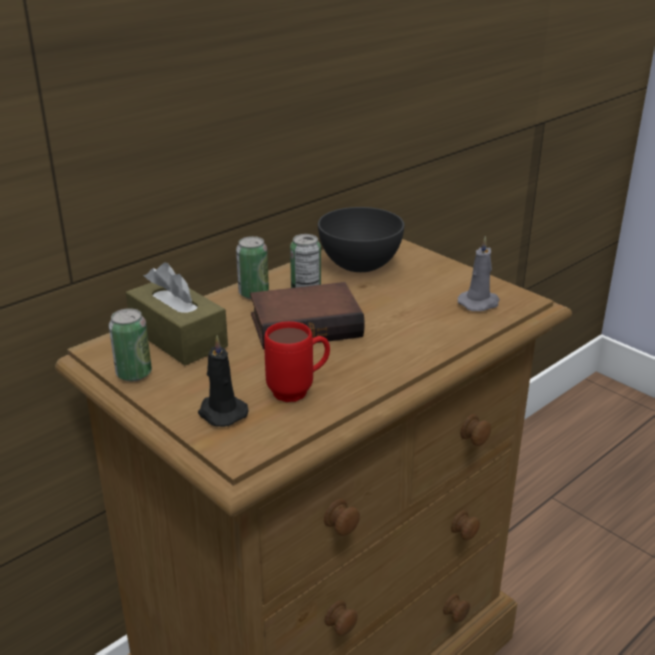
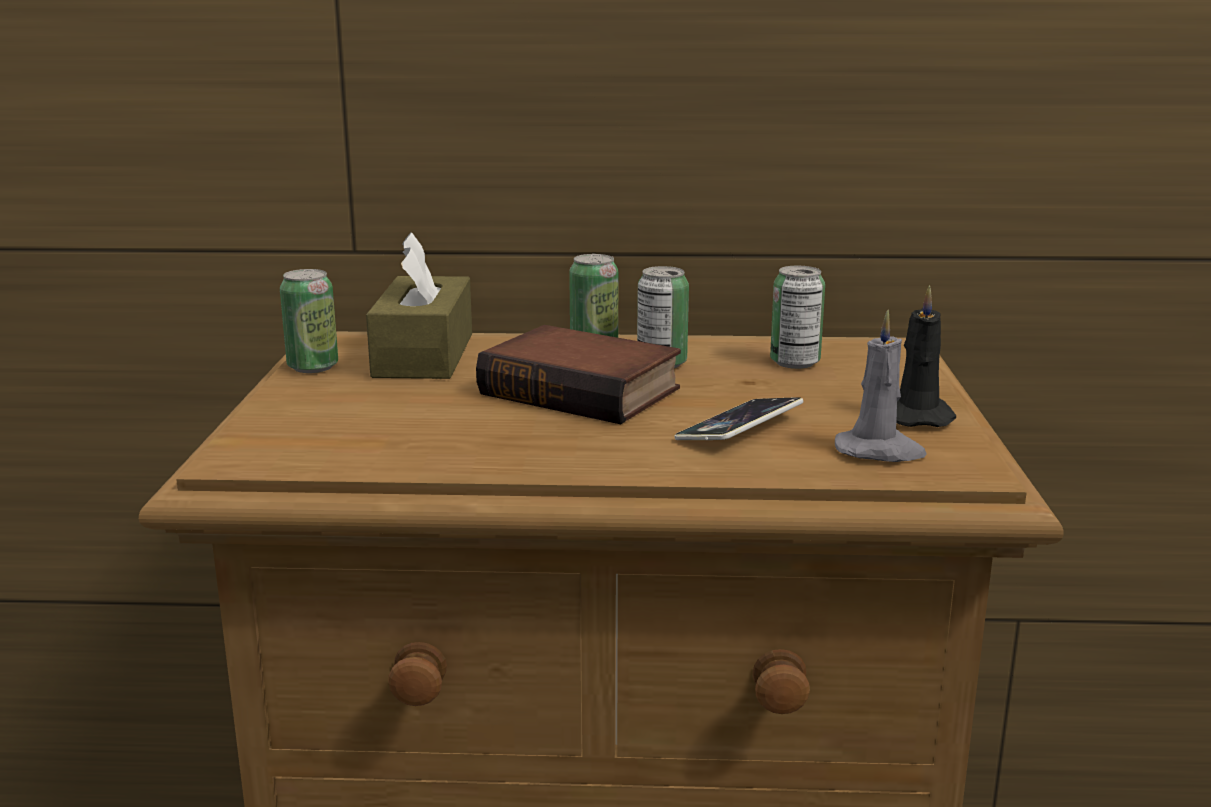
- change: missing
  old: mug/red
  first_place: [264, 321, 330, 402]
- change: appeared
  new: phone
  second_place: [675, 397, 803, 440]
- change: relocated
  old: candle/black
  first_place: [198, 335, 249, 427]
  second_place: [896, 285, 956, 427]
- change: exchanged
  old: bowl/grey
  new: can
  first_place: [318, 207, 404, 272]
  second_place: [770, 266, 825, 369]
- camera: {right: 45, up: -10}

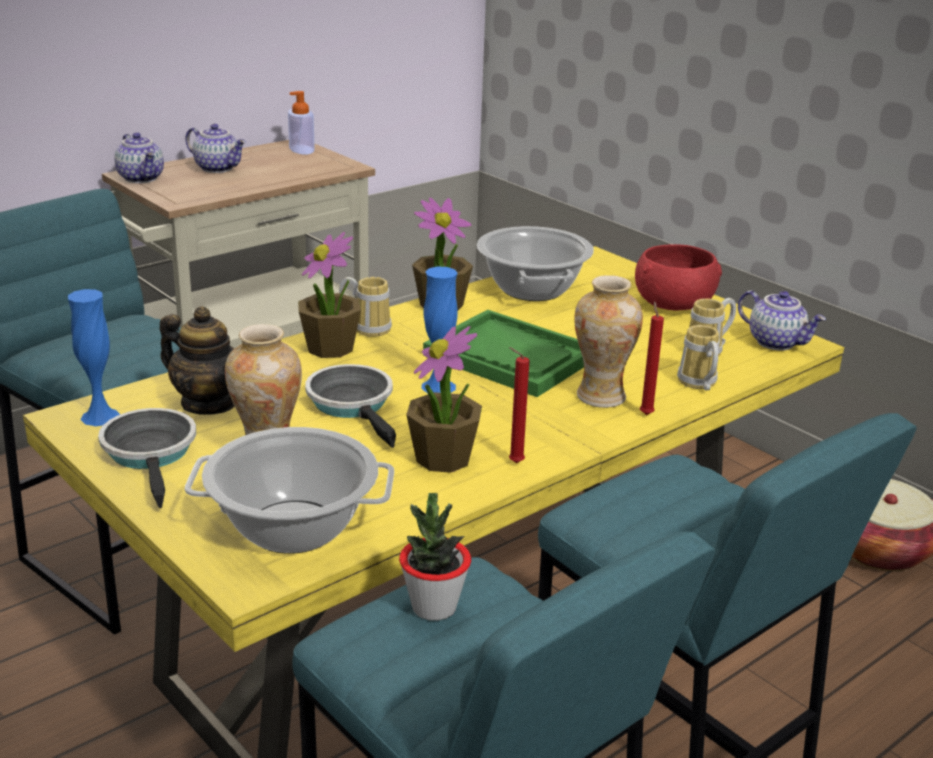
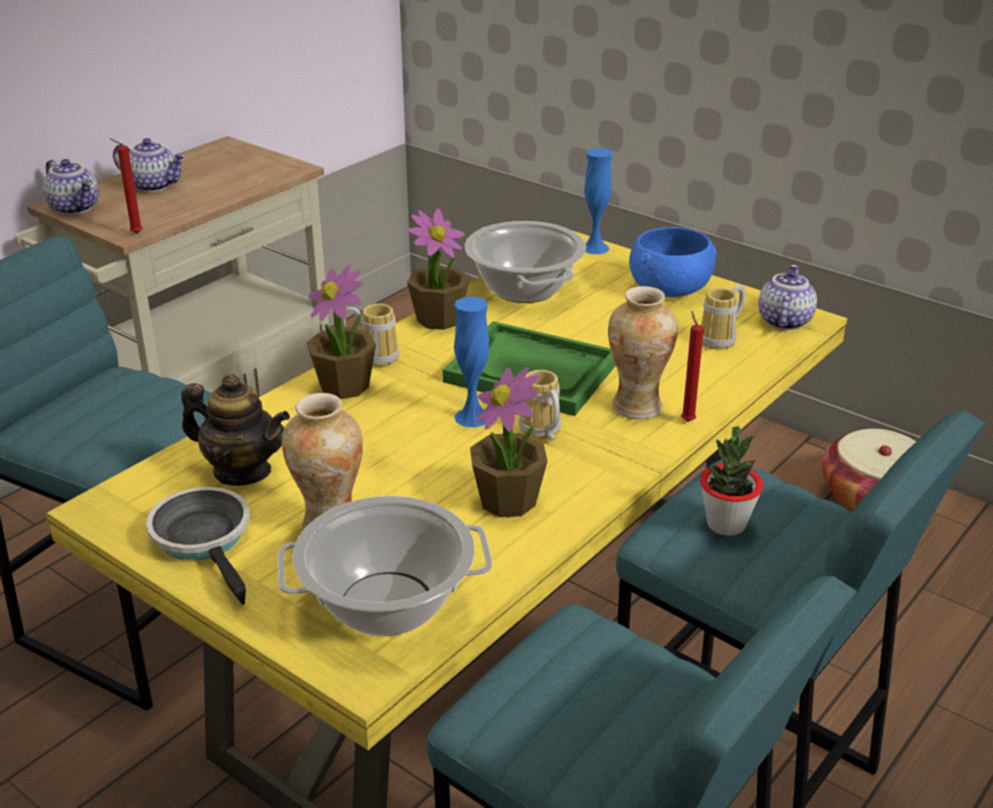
- change: missing
  old: soap dispenser
  first_place: [288, 91, 315, 155]
- change: missing
  old: frying pan
  first_place: [305, 364, 396, 448]
- change: relocated
  old: vase/blue
  first_place: [68, 289, 120, 426]
  second_place: [584, 148, 612, 254]
- change: relocated
  old: potted plant
  first_place: [399, 493, 471, 621]
  second_place: [700, 426, 763, 536]
- change: relocated
  old: candle/red
  first_place: [509, 347, 530, 463]
  second_place: [110, 138, 143, 234]
- change: relocated
  old: mug
  first_place: [677, 325, 720, 390]
  second_place: [519, 370, 561, 441]
- change: colour
  old: bowl/red
  new: bowl/blue
  first_place: [635, 244, 722, 311]
  second_place: [629, 227, 717, 297]
- change: spun
  old: teapot
  first_place: [738, 290, 826, 351]
  second_place: [758, 265, 817, 330]
  degrees: -105
- camera: {right: -10, up: 5}

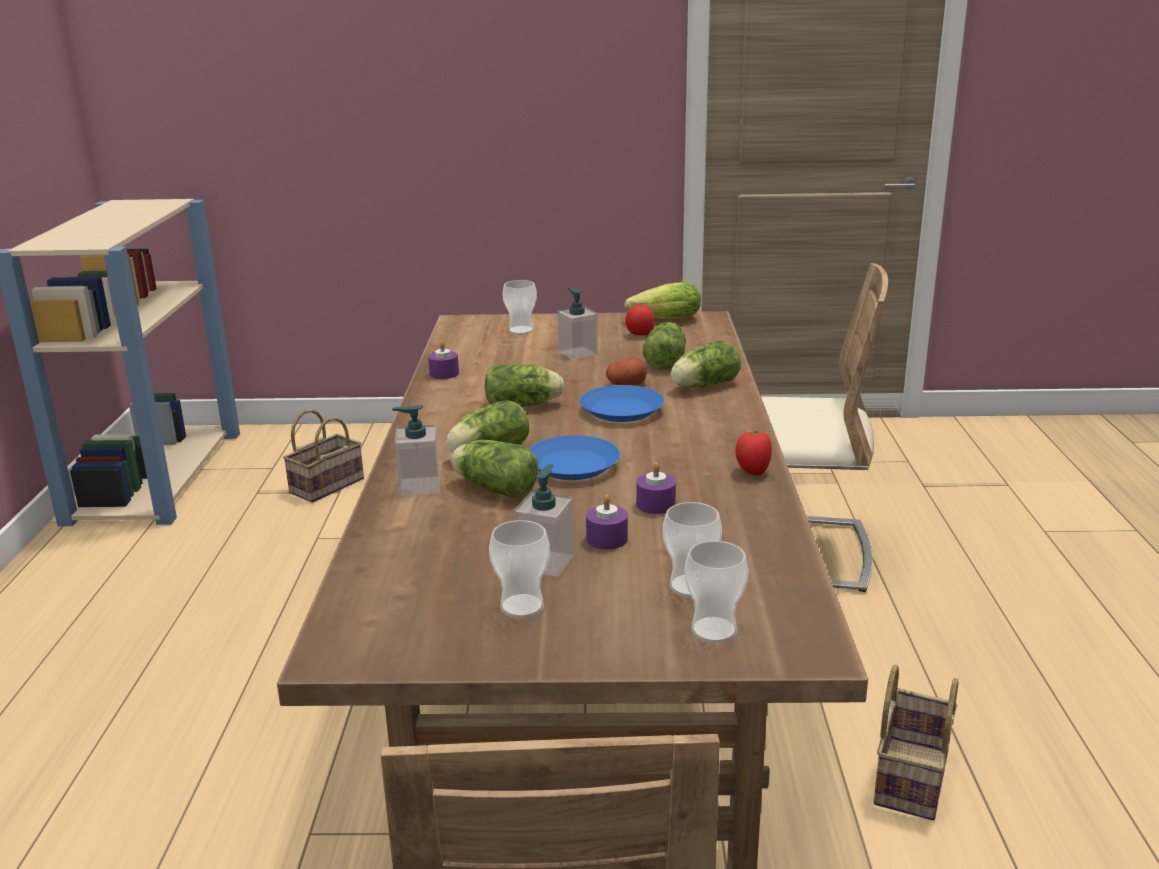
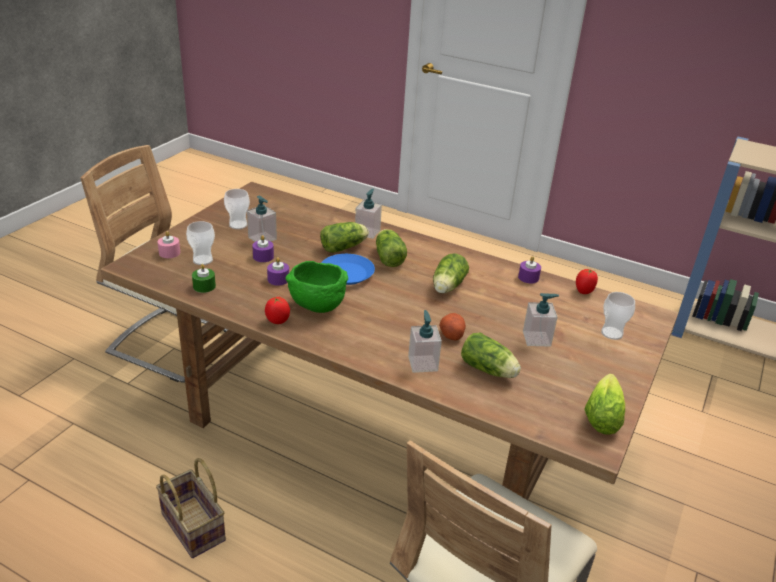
- change: missing
  old: basket
  first_place: [283, 409, 364, 503]
- change: missing
  old: plate/blue
  first_place: [580, 385, 664, 422]
- change: appeared
  new: candle/green
  second_place: [192, 264, 216, 293]
- change: appeared
  new: bowl/green
  second_place: [285, 261, 348, 313]
- change: relocated
  old: tomato
  first_place: [625, 303, 654, 335]
  second_place: [576, 269, 598, 294]
- change: exchanged
  old: lettuce
  new: soap dispenser
  first_place: [670, 341, 741, 387]
  second_place: [408, 310, 442, 373]
- change: exchanged
  old: cup
  new: candle/pink
  first_place: [685, 541, 749, 643]
  second_place: [158, 231, 180, 258]
- camera: {right: 115, up: 10}

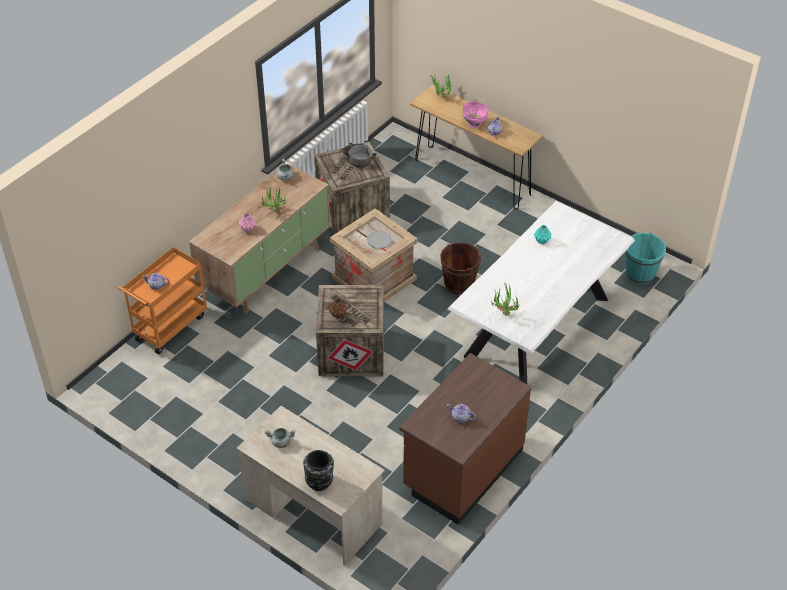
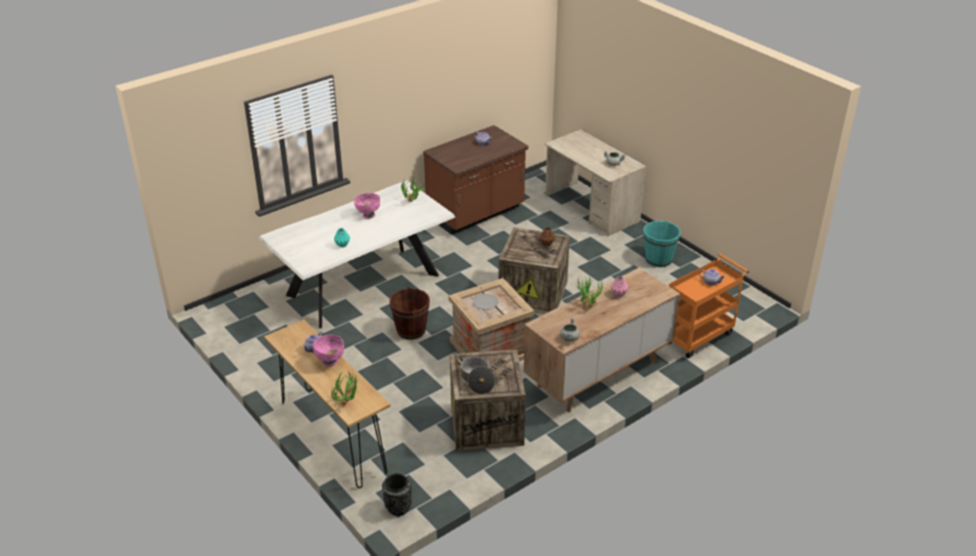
- change: appeared
  new: bowl/pink
  second_place: [354, 193, 380, 219]
- change: relocated
  old: vase/black
  first_place: [303, 450, 334, 491]
  second_place: [382, 473, 412, 516]
- change: relocated
  old: bucket/turquoise
  first_place: [625, 233, 666, 284]
  second_place: [644, 220, 681, 267]
- camera: {right: -165, up: -10}

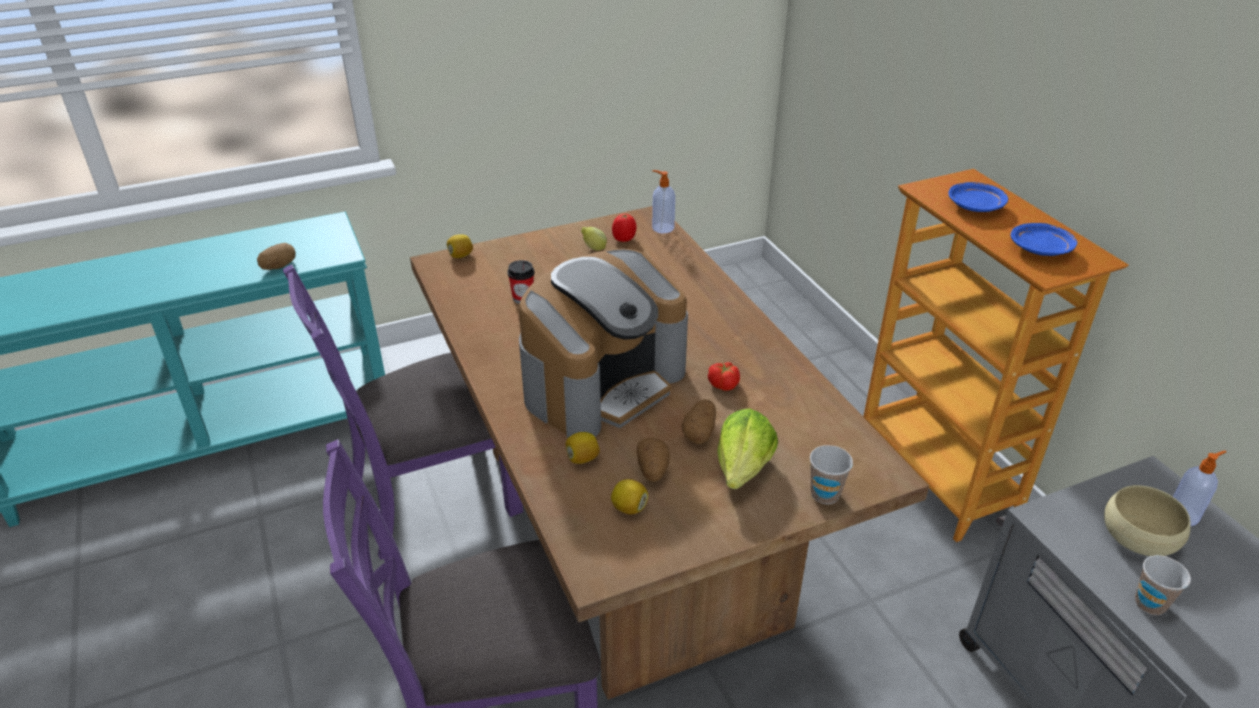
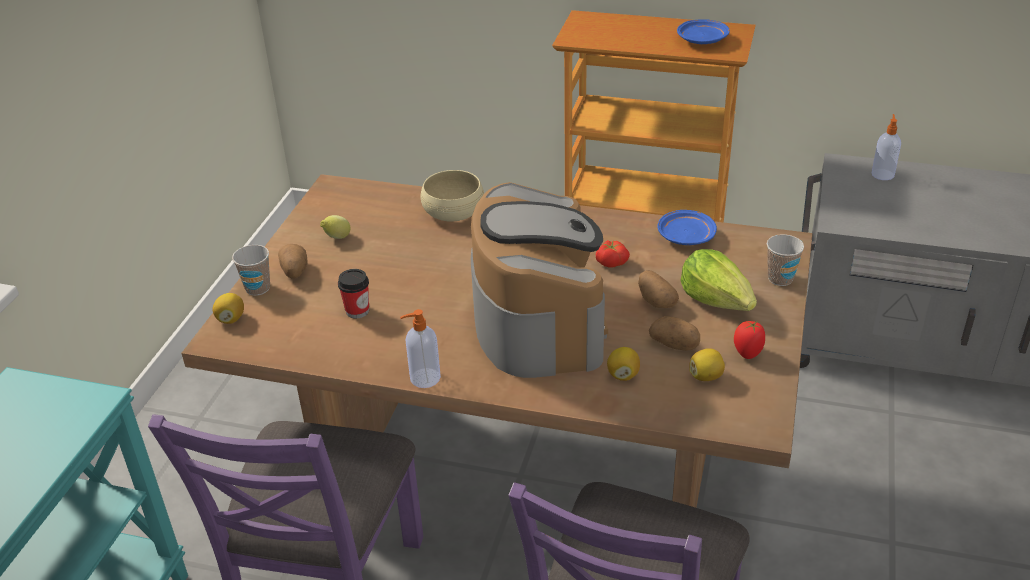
- change: relocated
  old: potato
  first_place: [257, 243, 296, 270]
  second_place: [278, 244, 308, 279]
- change: relocated
  old: tomato
  first_place: [612, 214, 637, 242]
  second_place: [734, 321, 765, 359]
- change: relocated
  old: soap dispenser
  first_place: [652, 170, 675, 233]
  second_place: [400, 309, 441, 388]
- change: relocated
  old: plate/blue
  first_place: [948, 182, 1008, 212]
  second_place: [657, 210, 717, 245]
- change: relocated
  old: bowl/beige
  first_place: [1104, 485, 1191, 556]
  second_place: [421, 170, 484, 221]
- change: relocated
  old: cup
  first_place: [1135, 555, 1191, 615]
  second_place: [232, 245, 270, 296]
- camera: {right: -50, up: 0}

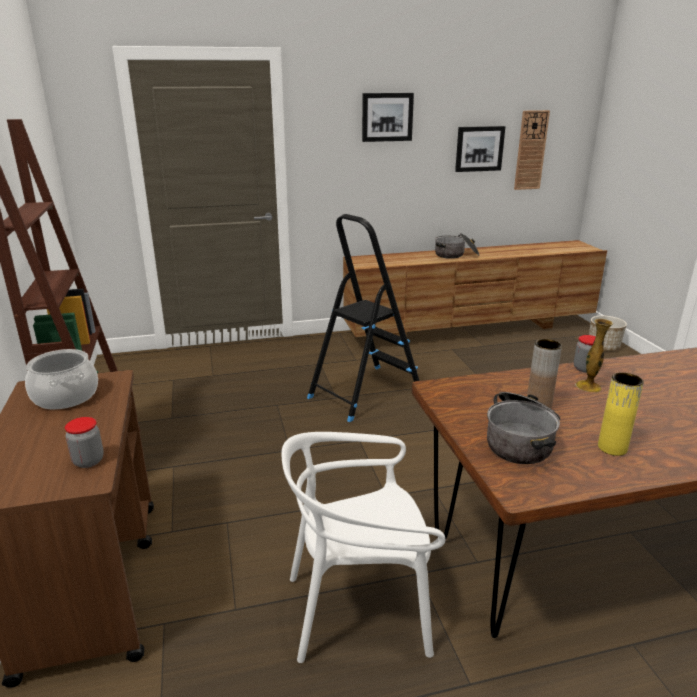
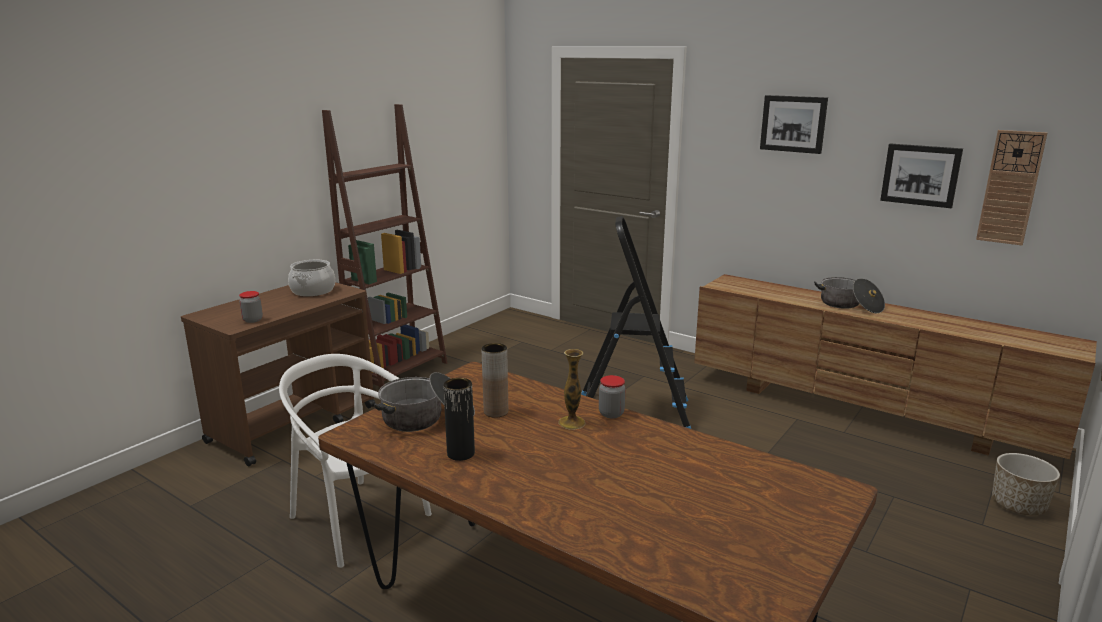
- change: colour
  old: vase/yellow
  new: vase/black
  first_place: [598, 372, 644, 456]
  second_place: [443, 378, 475, 461]
- camera: {right: 50, up: -5}

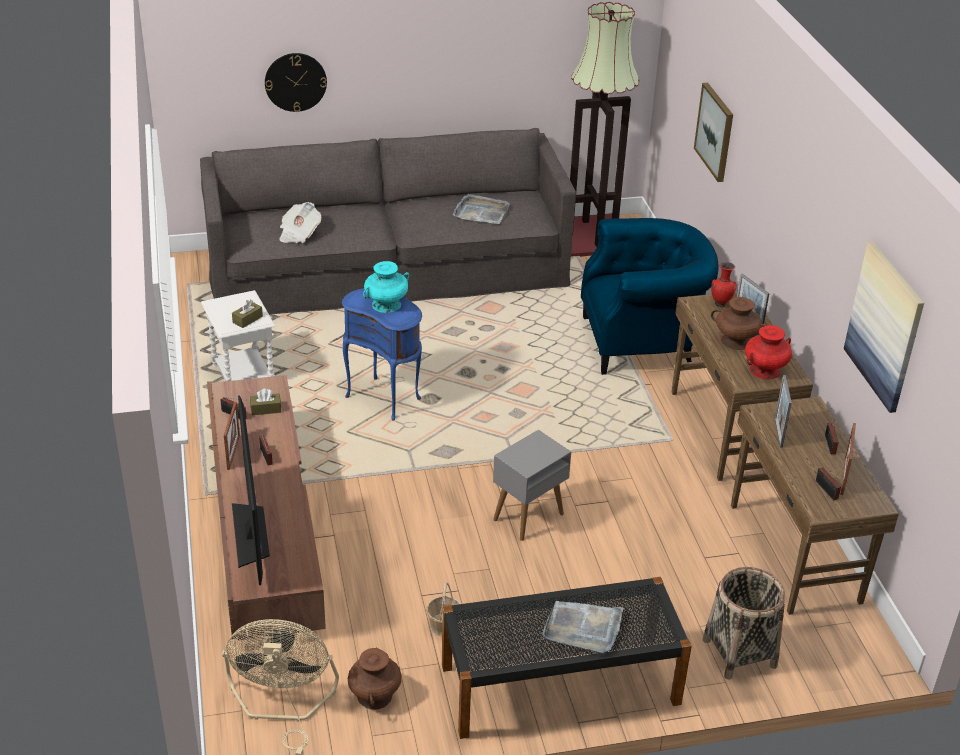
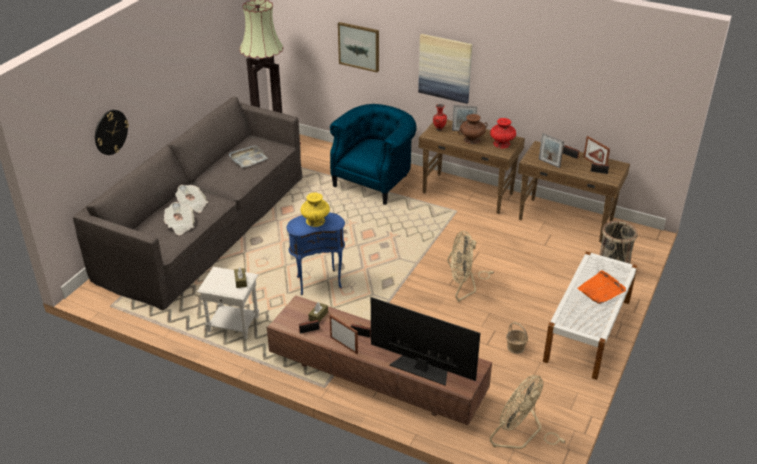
- change: missing
  old: vase/brown
  first_place: [348, 648, 401, 710]
- change: appeared
  new: newspaper
  second_place: [175, 185, 208, 213]
- change: relocated
  old: picture
  first_place: [844, 242, 924, 413]
  second_place: [418, 34, 472, 104]
- change: exchanged
  old: side table/grey
  new: fan/beige
  first_place: [493, 430, 571, 541]
  second_place: [447, 231, 493, 302]
- change: colour
  old: vase/turquoise
  new: vase/yellow
  first_place: [363, 261, 409, 313]
  second_place: [301, 192, 330, 227]
- change: colour
  old: bench/black
  new: bench/white
  first_place: [442, 577, 692, 739]
  second_place: [543, 251, 638, 380]
- change: colour
  old: tray/grey
  new: tray/orange
  first_place: [542, 601, 624, 653]
  second_place: [577, 270, 626, 304]
- camera: {right: -50, up: 0}

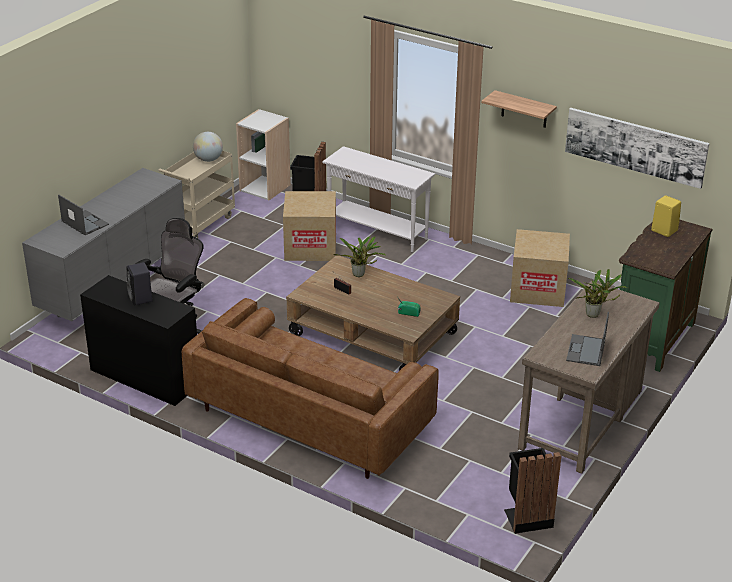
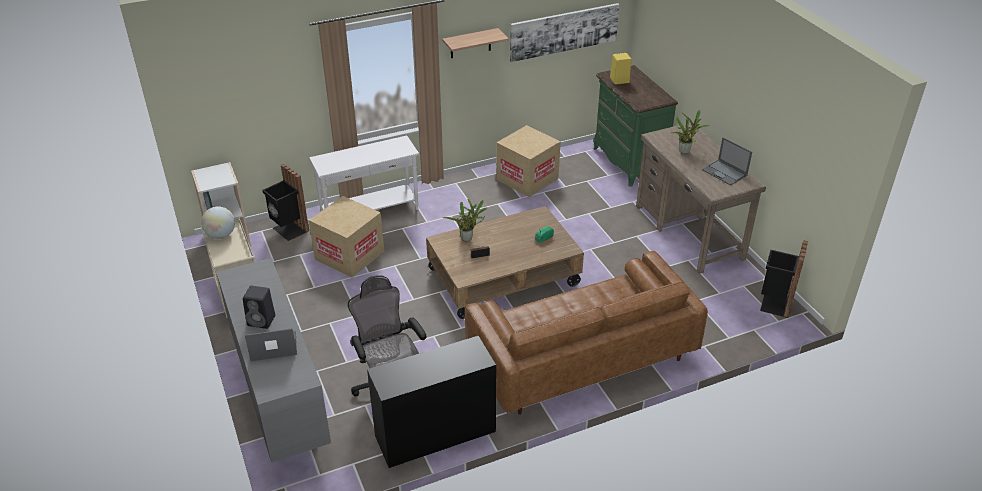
- change: relocated
  old: speaker/black
  first_place: [127, 262, 153, 306]
  second_place: [243, 286, 275, 329]
- camera: {right: -55, up: 5}

